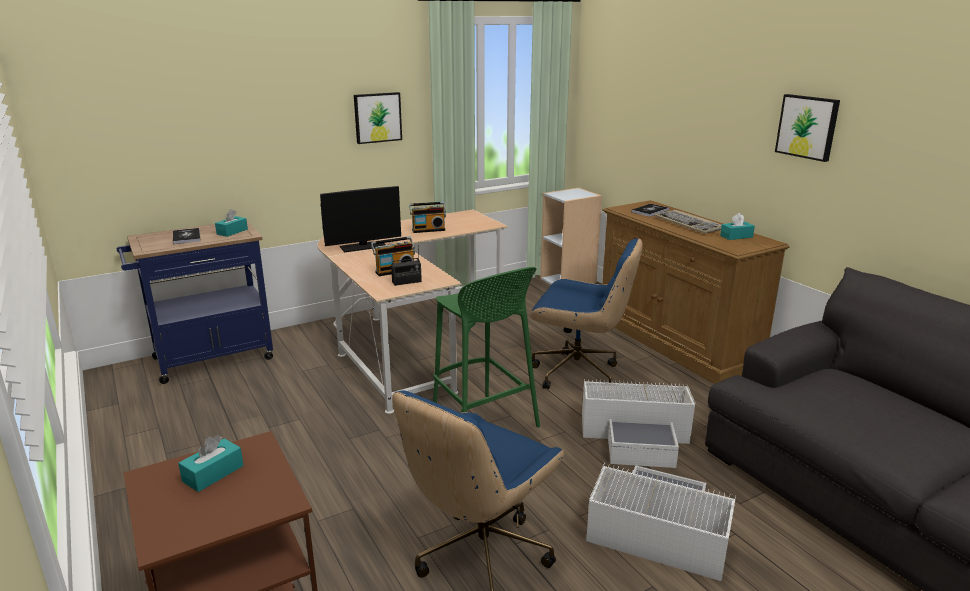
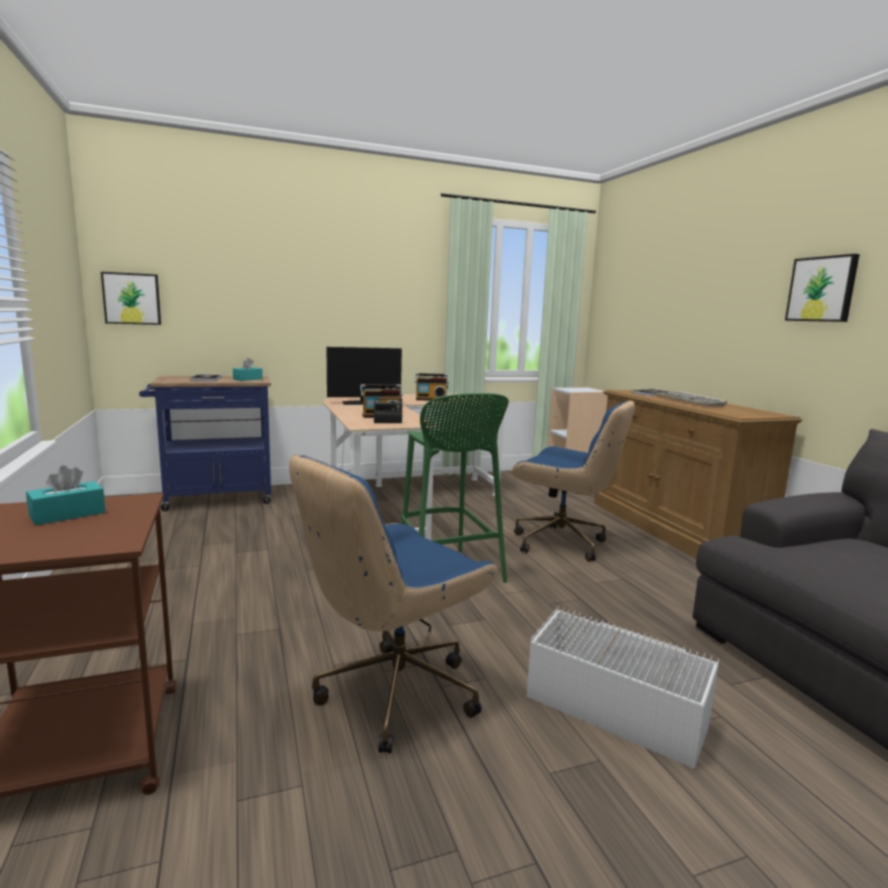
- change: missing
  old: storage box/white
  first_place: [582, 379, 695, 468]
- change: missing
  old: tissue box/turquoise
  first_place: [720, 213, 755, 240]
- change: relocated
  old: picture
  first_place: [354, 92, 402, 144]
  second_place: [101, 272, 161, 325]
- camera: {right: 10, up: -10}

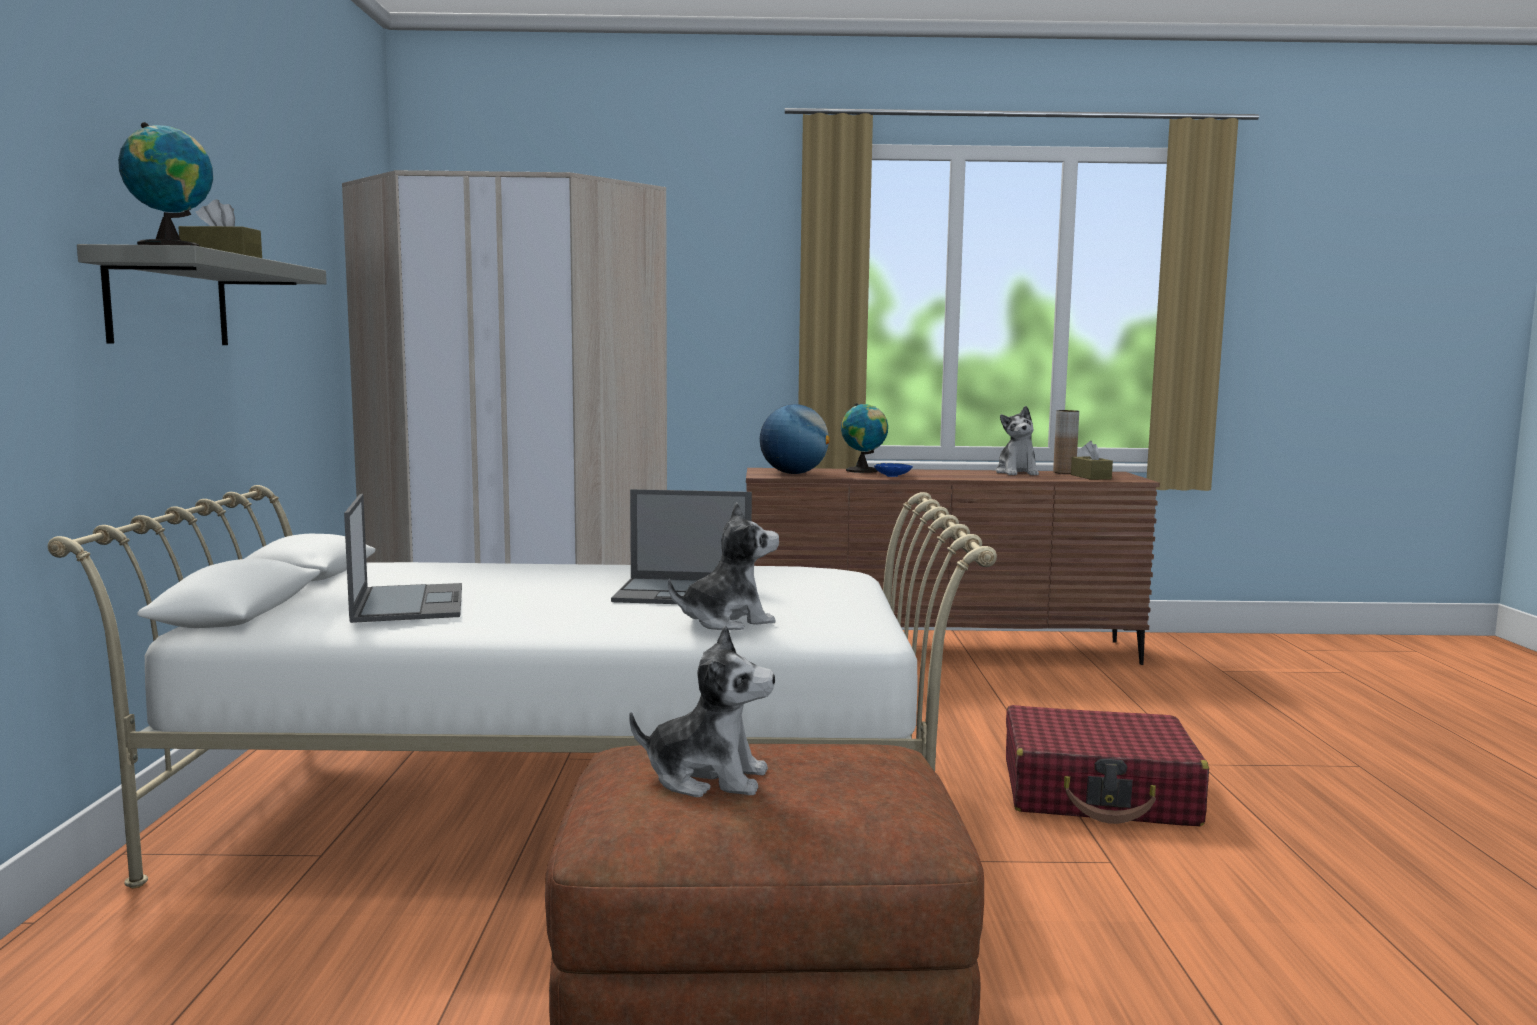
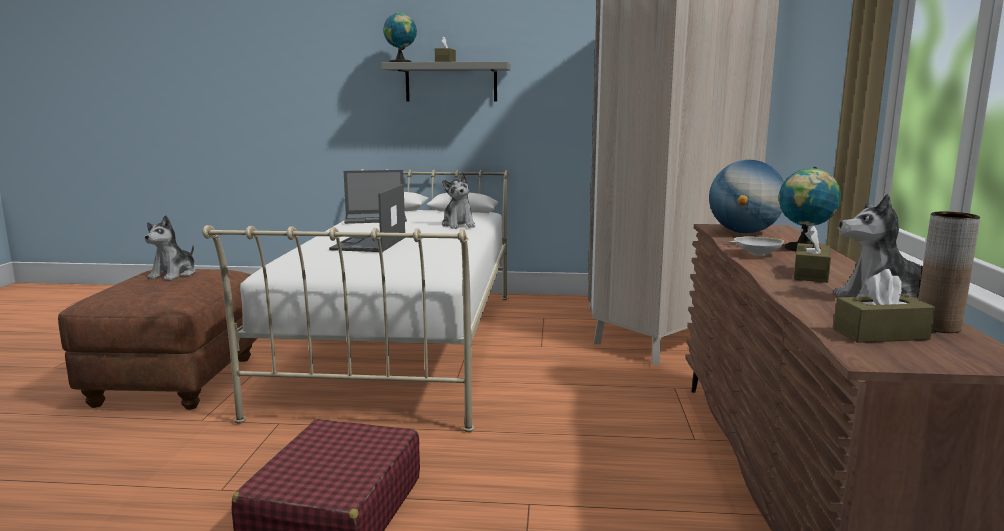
- change: appeared
  new: tissue box/brown
  second_place: [794, 225, 831, 283]
- change: relocated
  old: plush toy
  first_place: [668, 502, 779, 630]
  second_place: [442, 172, 475, 229]
- change: colour
  old: bowl/blue
  new: bowl/white
  first_place: [874, 463, 913, 477]
  second_place: [730, 236, 784, 256]
- camera: {right: 95, up: 5}

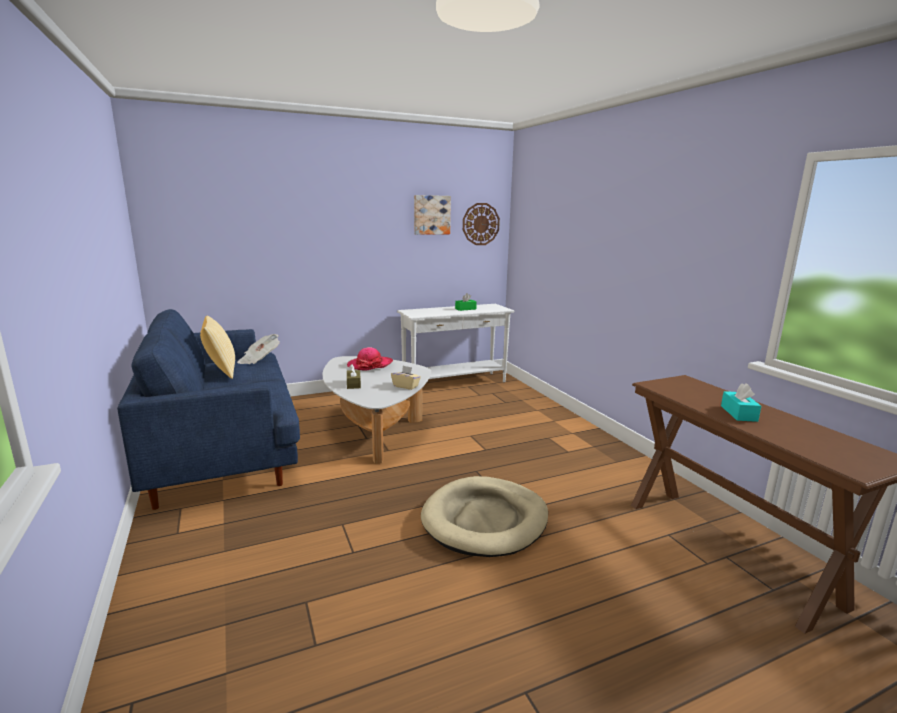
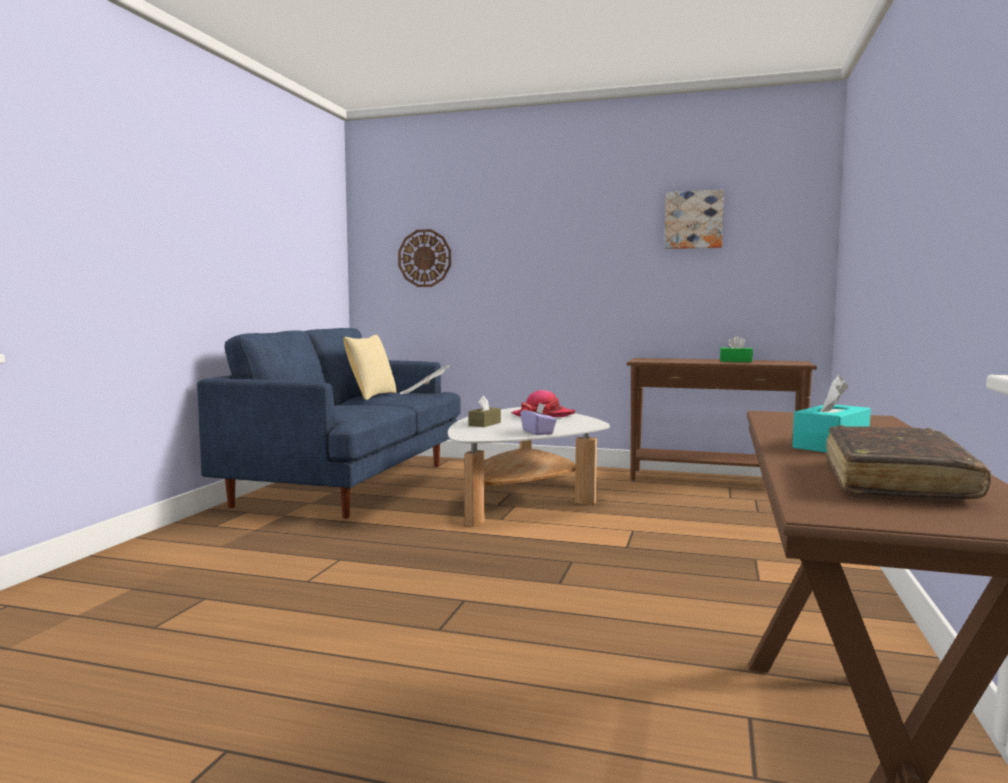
- change: missing
  old: dog bed/beige
  first_place: [421, 476, 548, 557]
- change: appeared
  new: book/brown
  second_place: [826, 425, 991, 500]
- change: relocated
  old: wall clock
  first_place: [463, 203, 500, 245]
  second_place: [398, 229, 451, 287]
- change: colour
  old: tissue box/beige
  new: tissue box/purple
  first_place: [391, 366, 421, 390]
  second_place: [520, 403, 557, 435]
- change: colour
  old: console table/white
  new: console table/brown
  first_place: [397, 304, 514, 382]
  second_place: [627, 358, 817, 482]
- camera: {right: 40, up: -10}

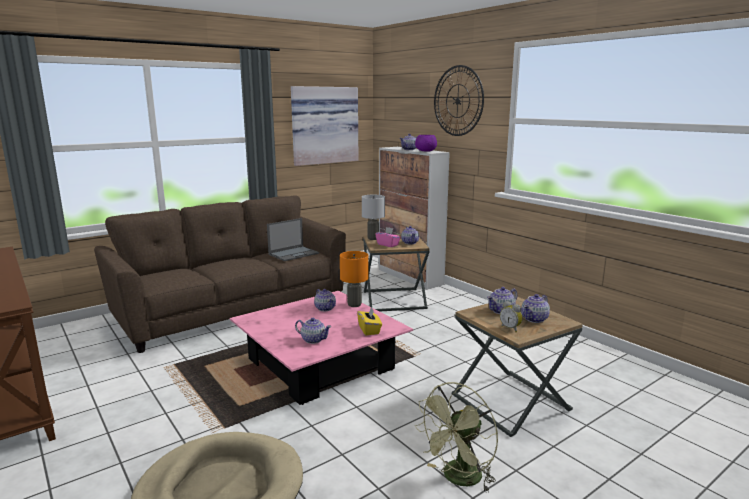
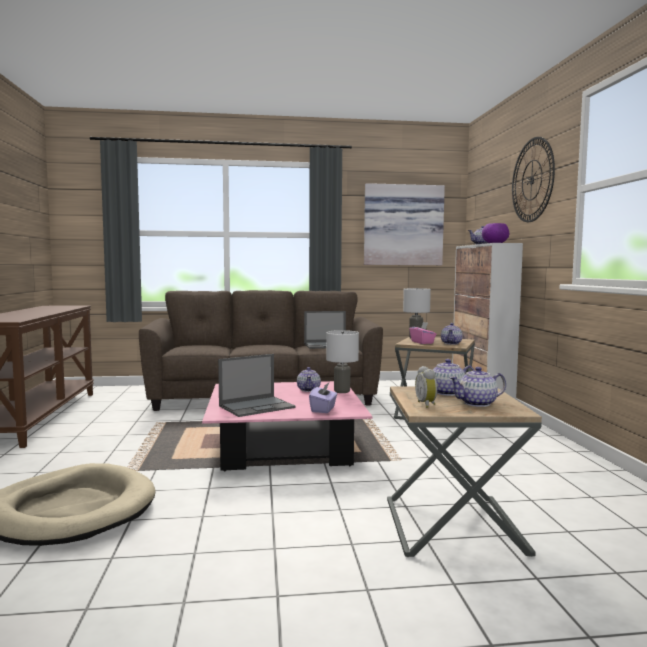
- change: missing
  old: fan/green
  first_place: [415, 382, 498, 492]
- change: exchanged
  old: teapot
  new: laptop
  first_place: [295, 318, 331, 344]
  second_place: [218, 354, 296, 417]
- change: colour
  old: table lamp/orange
  new: table lamp/white
  first_place: [340, 251, 368, 307]
  second_place: [326, 330, 359, 393]
- change: colour
  old: tissue box/yellow
  new: tissue box/purple
  first_place: [357, 307, 382, 335]
  second_place: [309, 383, 337, 413]
- camera: {right: 30, up: -10}

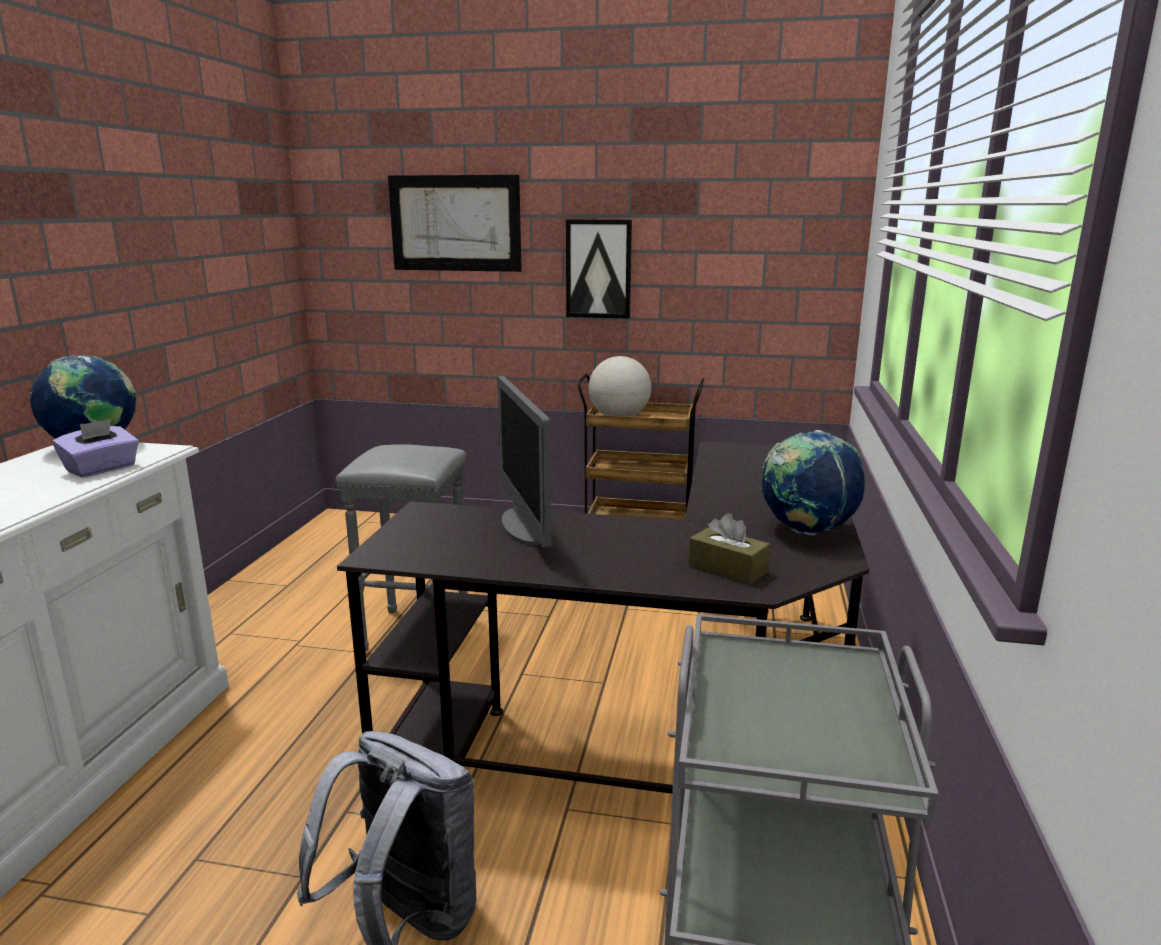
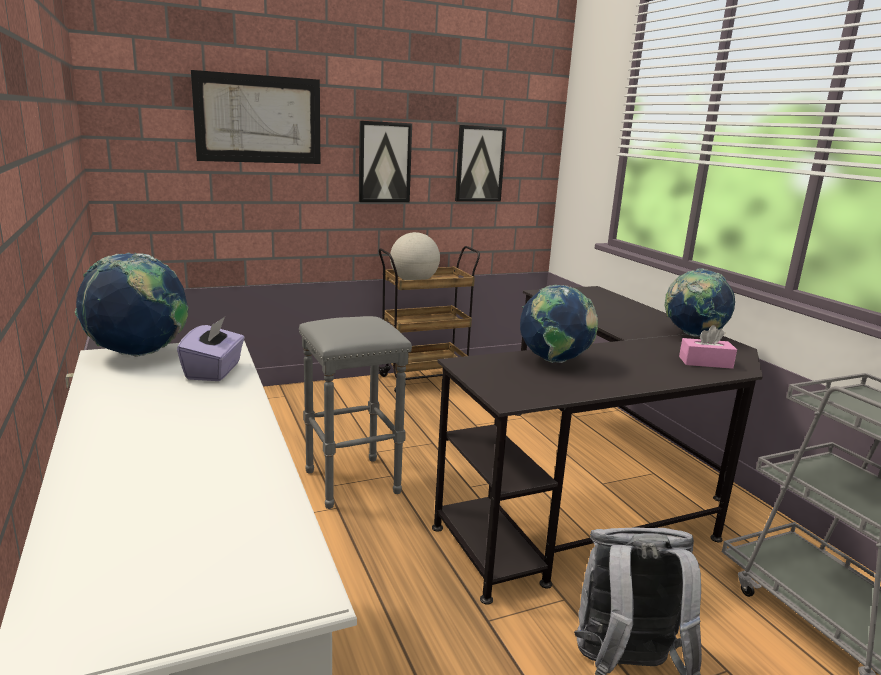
- change: appeared
  new: picture
  second_place: [455, 125, 507, 202]
- change: exchanged
  old: monitor
  new: globe
  first_place: [497, 376, 551, 548]
  second_place: [520, 285, 598, 363]
- change: colour
  old: tissue box/brown
  new: tissue box/pink
  first_place: [689, 513, 770, 584]
  second_place: [679, 325, 737, 369]
- camera: {right: -35, up: 0}

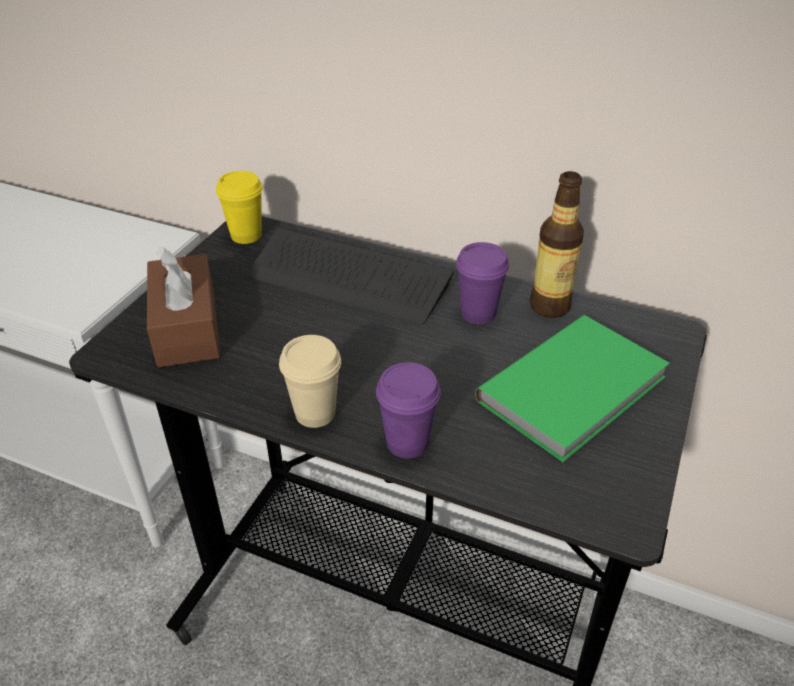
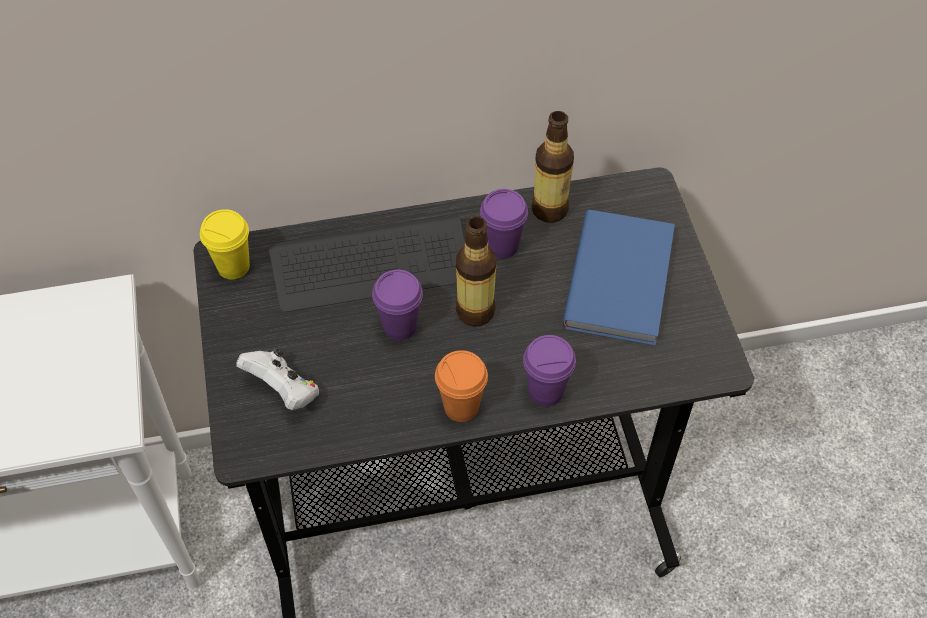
- change: appeared
  new: cup/purple
  second_place: [372, 270, 423, 340]
- change: appeared
  new: bottle
  second_place: [456, 216, 497, 327]
- change: exchanged
  old: tissue box/brown
  new: game controller/white
  first_place: [147, 247, 221, 367]
  second_place: [236, 348, 319, 410]
- change: colour
  old: cup/beige
  new: cup/orange
  first_place: [279, 335, 341, 428]
  second_place: [435, 350, 488, 422]
- change: colour
  old: book/green
  new: book/blue
  first_place: [475, 315, 670, 462]
  second_place: [562, 210, 675, 346]
- camera: {right: -35, up: 15}

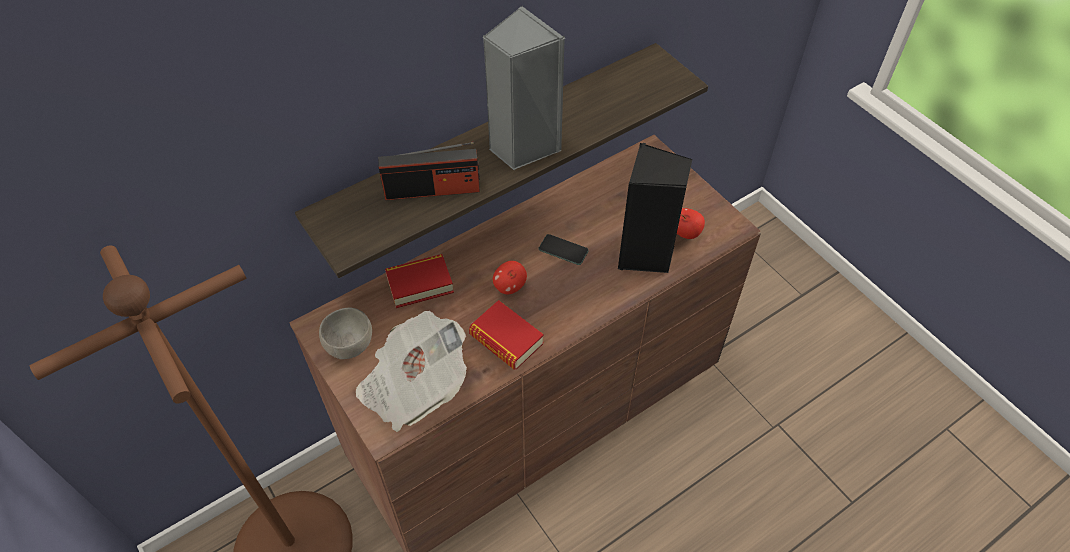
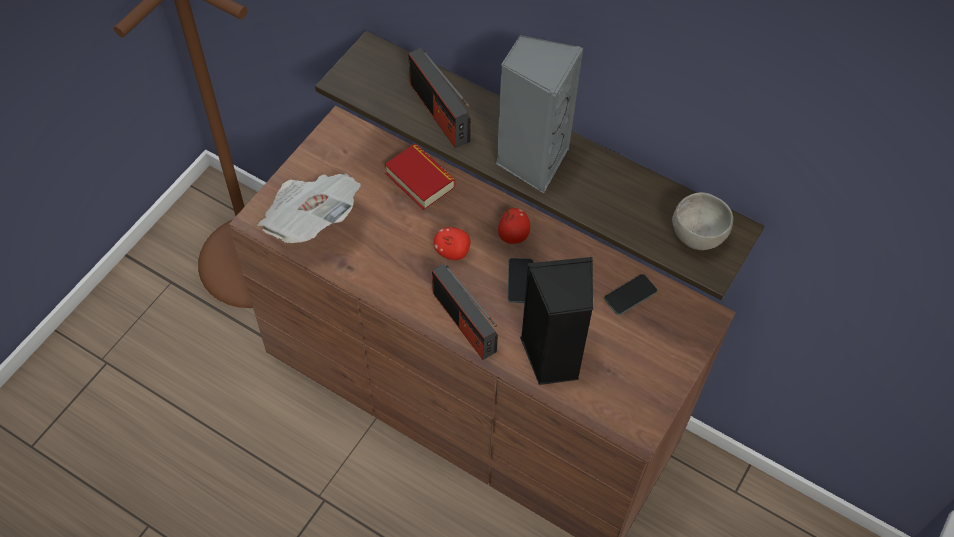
- change: missing
  old: book
  first_place: [469, 300, 544, 369]
- change: appeared
  new: radio
  second_place: [432, 264, 498, 360]
- change: appeared
  new: phone
  second_place: [604, 274, 658, 315]
- change: relocated
  old: bowl/grey
  first_place: [319, 308, 372, 359]
  second_place: [672, 192, 733, 250]
- change: relocated
  old: apple
  first_place: [677, 208, 705, 239]
  second_place: [498, 208, 530, 244]
- camera: {right: 65, up: 5}

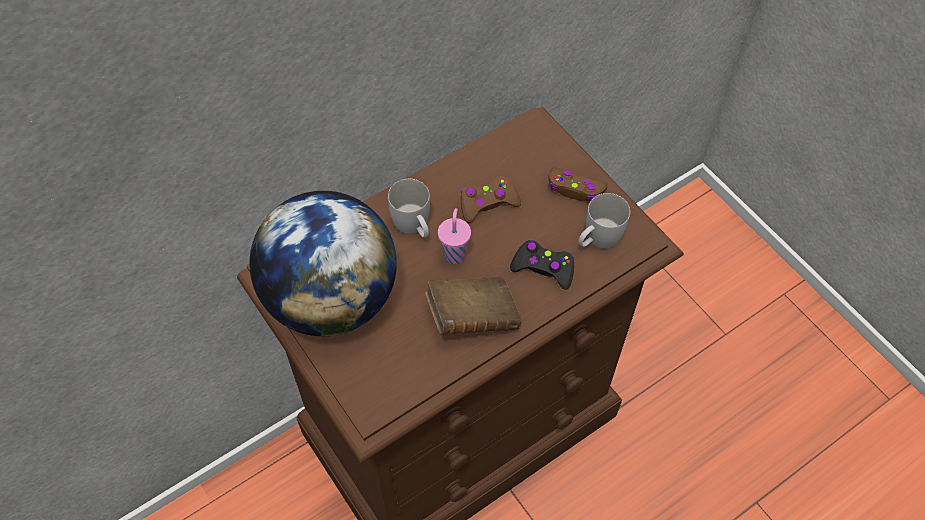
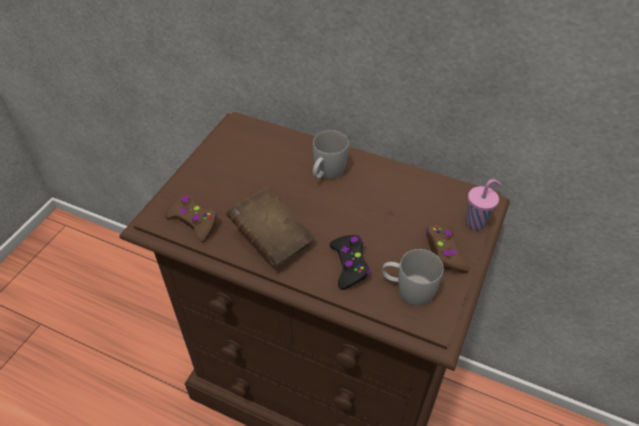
- change: missing
  old: globe
  first_place: [249, 191, 397, 336]
- change: relocated
  old: cup/pink
  first_place: [438, 208, 471, 264]
  second_place: [466, 179, 502, 230]
- change: relocated
  old: game controller/brown
  first_place: [461, 176, 521, 223]
  second_place: [165, 195, 217, 242]
- camera: {right: 60, up: -10}

